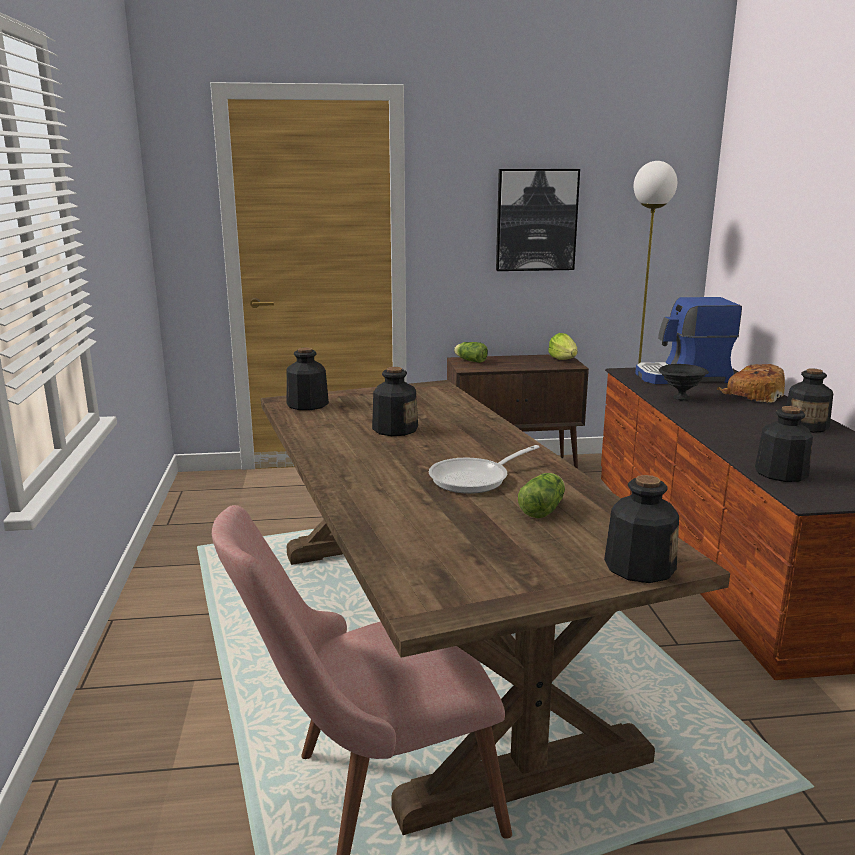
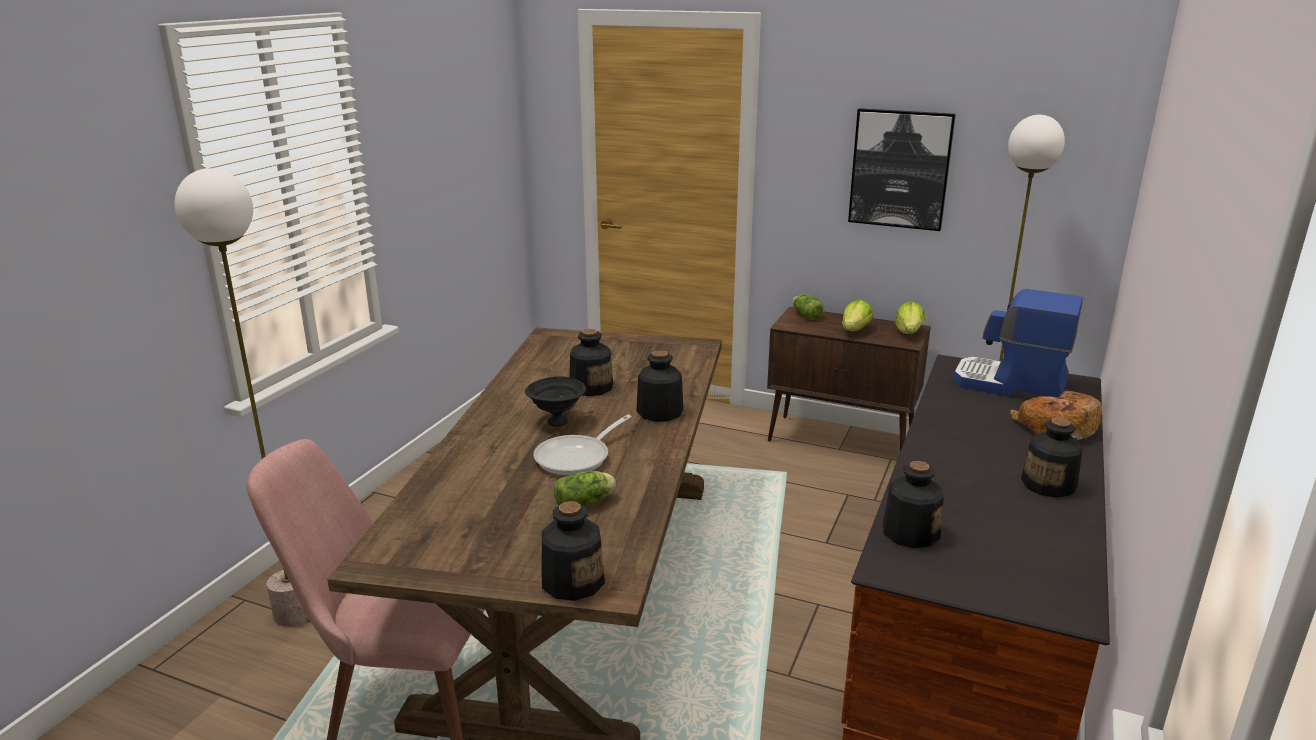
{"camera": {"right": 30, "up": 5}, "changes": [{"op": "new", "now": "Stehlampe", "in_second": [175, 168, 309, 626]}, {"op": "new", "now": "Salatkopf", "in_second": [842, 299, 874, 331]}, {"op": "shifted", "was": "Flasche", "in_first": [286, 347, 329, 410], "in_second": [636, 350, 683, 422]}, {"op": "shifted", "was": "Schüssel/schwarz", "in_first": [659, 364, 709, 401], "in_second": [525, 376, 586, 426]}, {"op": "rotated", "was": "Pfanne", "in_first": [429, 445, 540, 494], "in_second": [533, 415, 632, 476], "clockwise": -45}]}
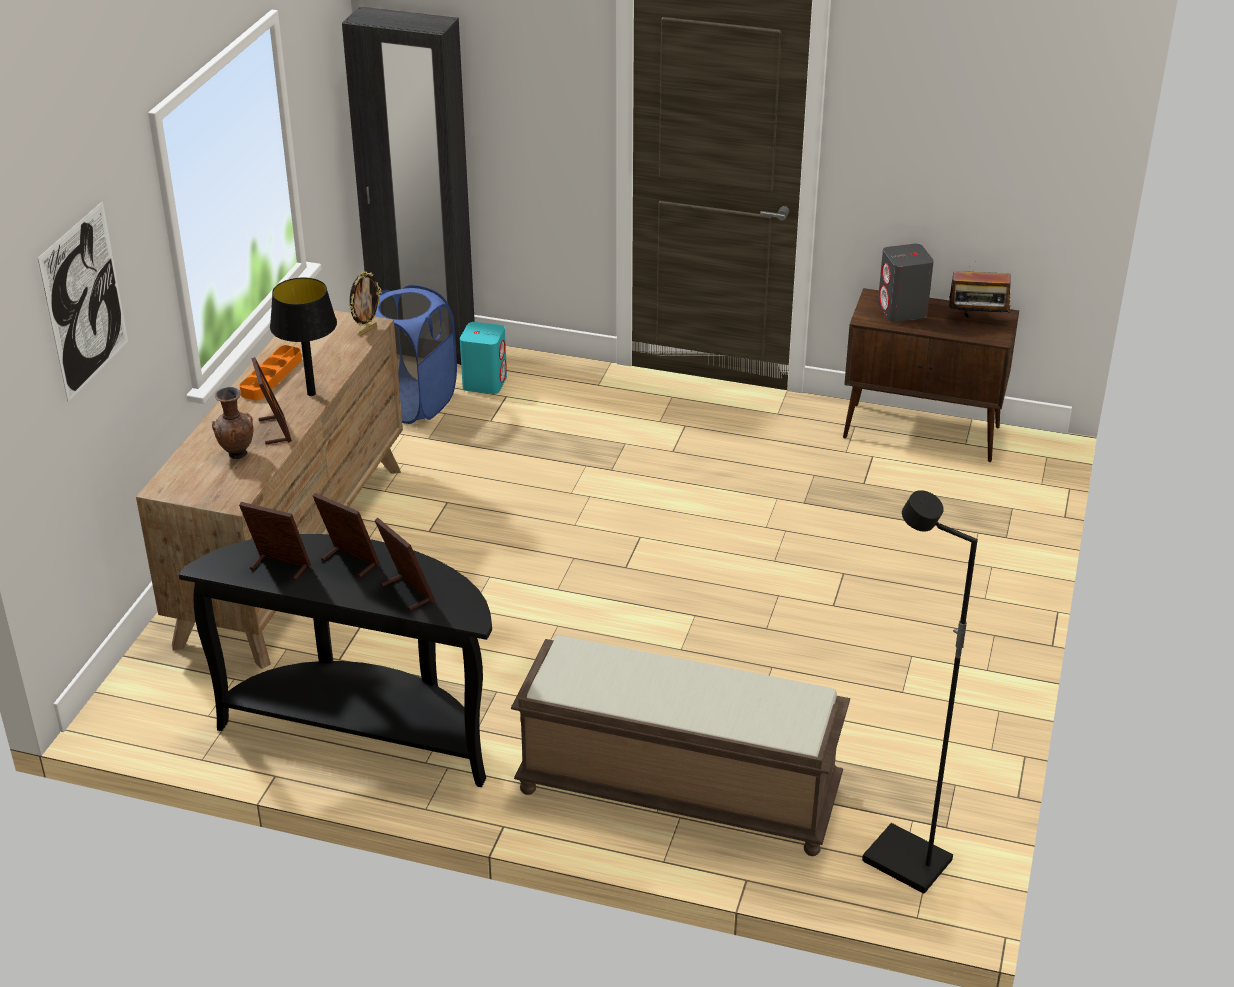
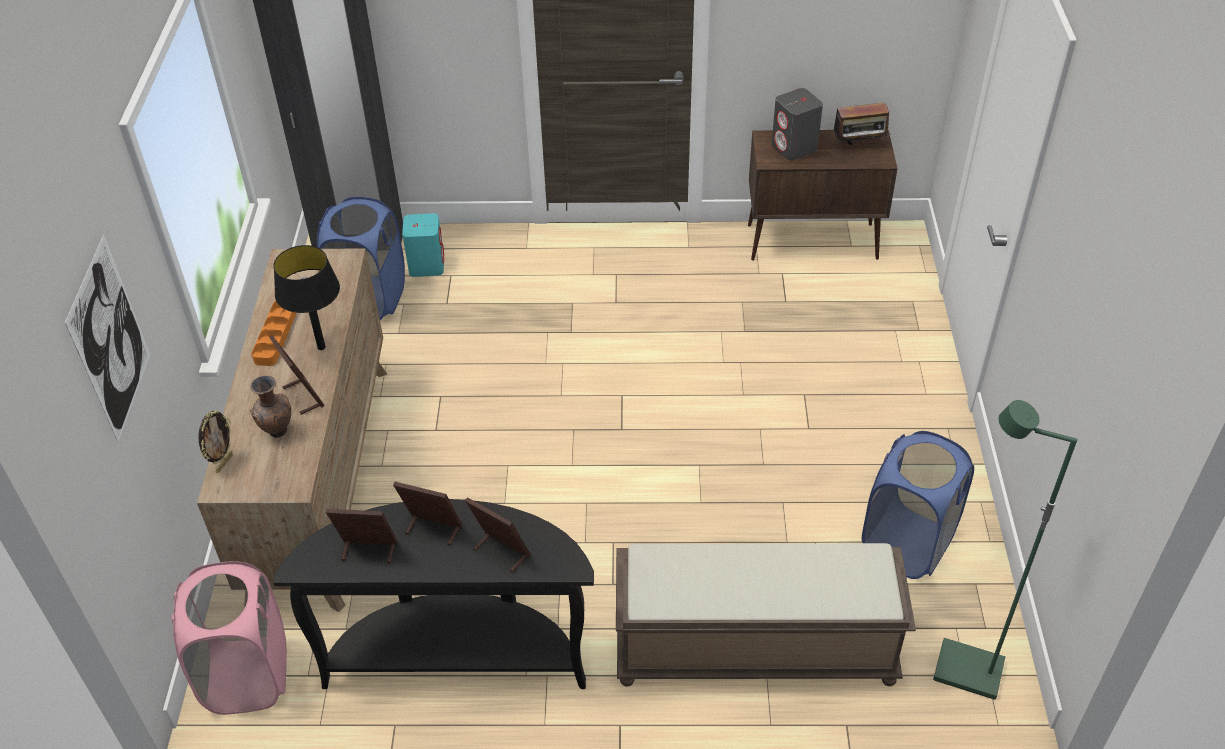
{"camera": {"right": -15, "up": 10}, "changes": [{"op": "new", "now": "Wäschekorb/rosa", "in_second": [171, 561, 287, 715]}, {"op": "new", "now": "Wäschekorb/blau", "in_second": [862, 431, 974, 579]}, {"op": "shifted", "was": "Bilderrahmen", "in_first": [349, 271, 382, 336], "in_second": [198, 410, 233, 473]}, {"op": "repainted", "was": "Stehlampe/schwarz", "now": "Stehlampe/grün", "in_first": [862, 490, 978, 893], "in_second": [933, 400, 1077, 700]}]}
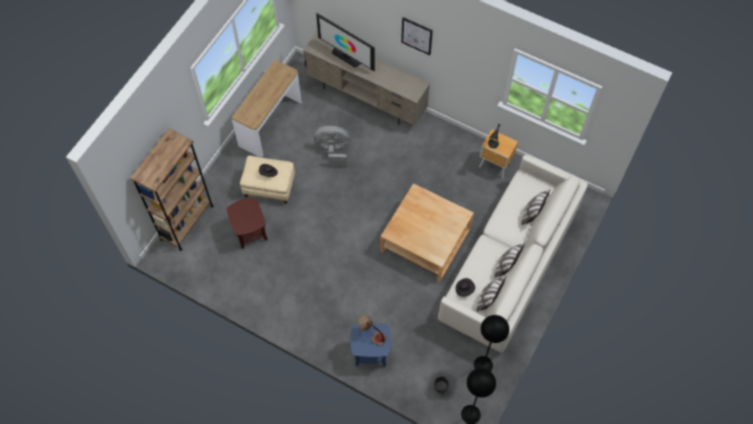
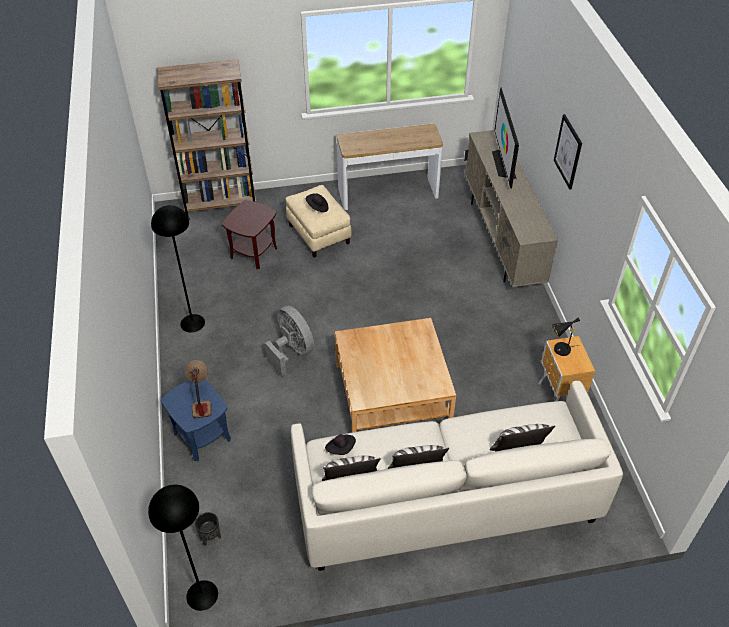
{"camera": {"right": 50, "up": -15}, "changes": [{"op": "shifted", "was": "Ventilator/grau", "in_first": [314, 126, 350, 167], "in_second": [265, 306, 314, 377]}, {"op": "shifted", "was": "Stehlampe/schwarz", "in_first": [474, 315, 509, 371], "in_second": [151, 205, 205, 333]}]}
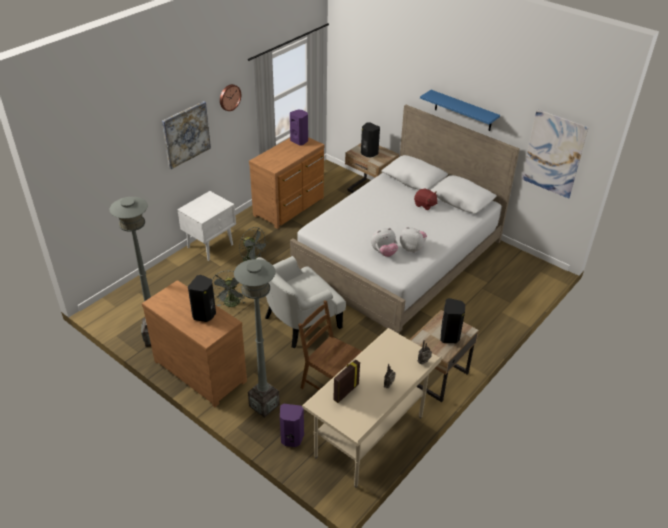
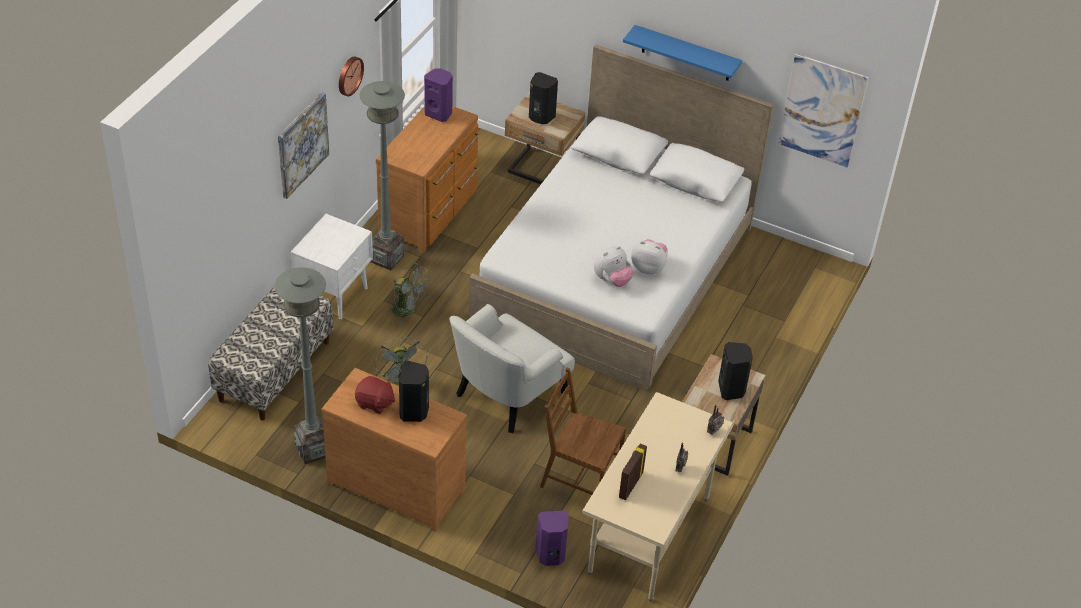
{"camera": {"right": -15, "up": 5}, "changes": [{"op": "new", "now": "Bank", "in_second": [208, 286, 333, 421]}, {"op": "shifted", "was": "Stehlampe/grau", "in_first": [234, 259, 280, 418], "in_second": [359, 81, 405, 271]}, {"op": "shifted", "was": "Plüschtier/rot", "in_first": [414, 188, 438, 210], "in_second": [355, 376, 395, 414]}]}
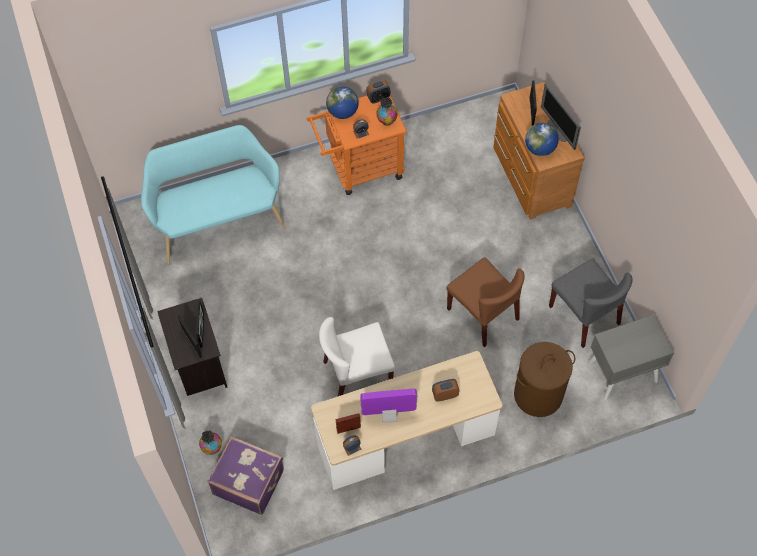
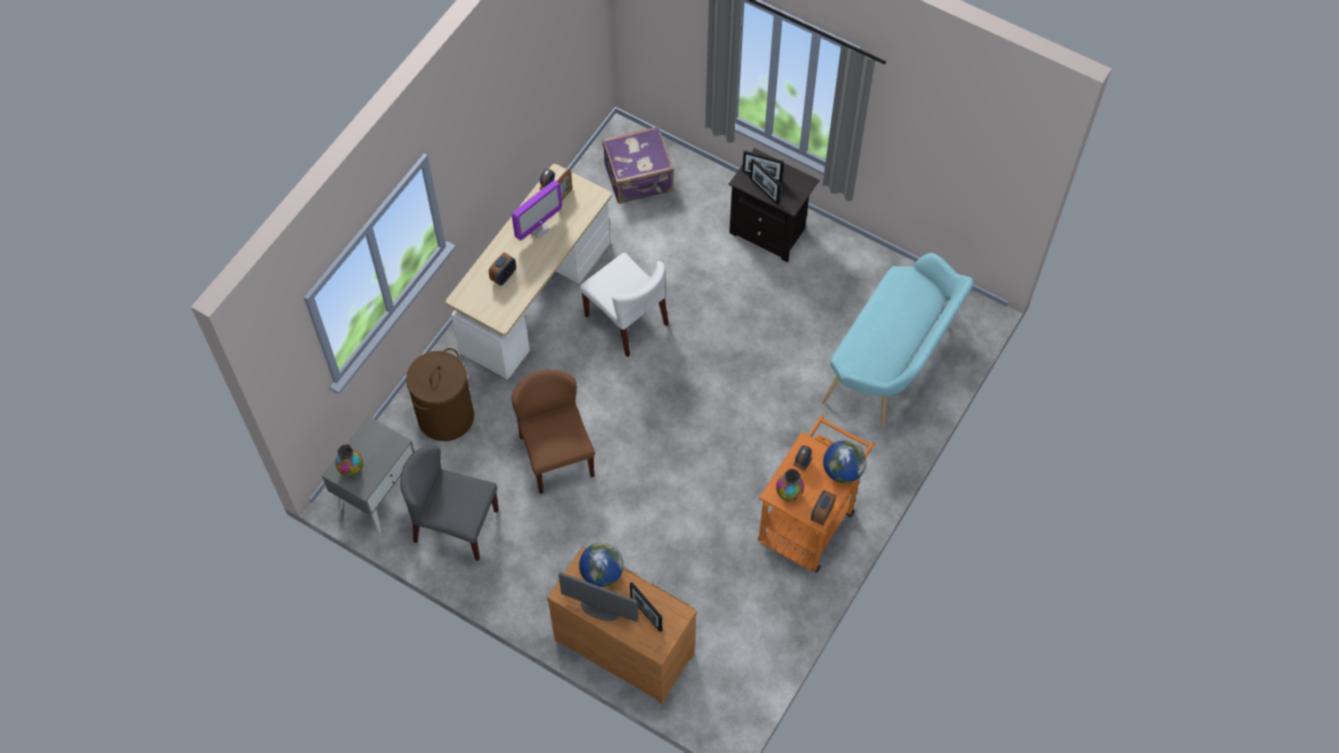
{"camera": {"right": 140, "up": 0}, "changes": [{"op": "shifted", "was": "Vase", "in_first": [199, 431, 222, 455], "in_second": [335, 444, 363, 477]}, {"op": "rotated", "was": "Stuhl/weiß", "in_first": [319, 317, 395, 396], "in_second": [580, 252, 669, 357], "clockwise": 105}, {"op": "rotated", "was": "Stuhl/braun", "in_first": [446, 257, 525, 347], "in_second": [511, 369, 595, 494], "clockwise": 60}]}
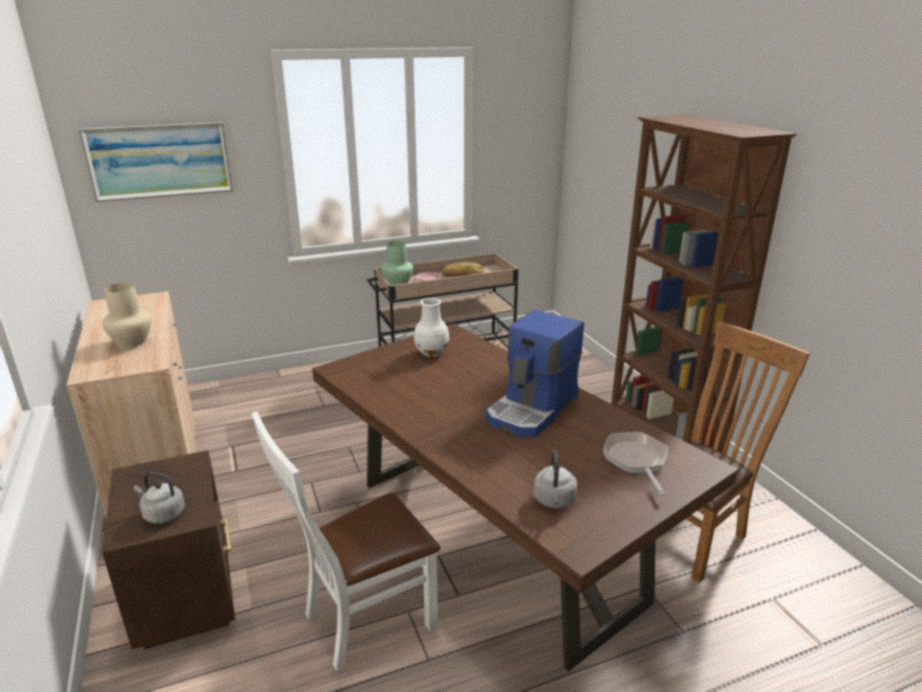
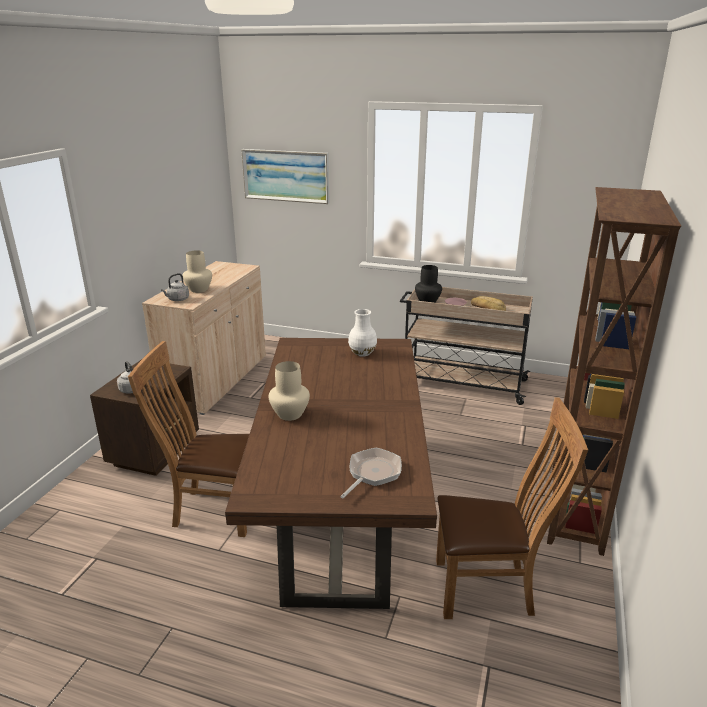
{"camera": {"right": 40, "up": 0}, "changes": [{"op": "gone", "was": "Kaffeemaschine", "in_first": [486, 310, 584, 437]}, {"op": "new", "now": "Vase/beige", "in_second": [269, 361, 310, 421]}, {"op": "shifted", "was": "Wasserkessel/grau", "in_first": [533, 450, 577, 508], "in_second": [161, 273, 189, 301]}, {"op": "repainted", "was": "Stuhl/weiß", "now": "Stuhl/braun", "in_first": [251, 411, 440, 672], "in_second": [128, 341, 249, 537]}, {"op": "repainted", "was": "Vase/grün", "now": "Vase/schwarz", "in_first": [381, 241, 413, 285], "in_second": [415, 265, 442, 303]}]}
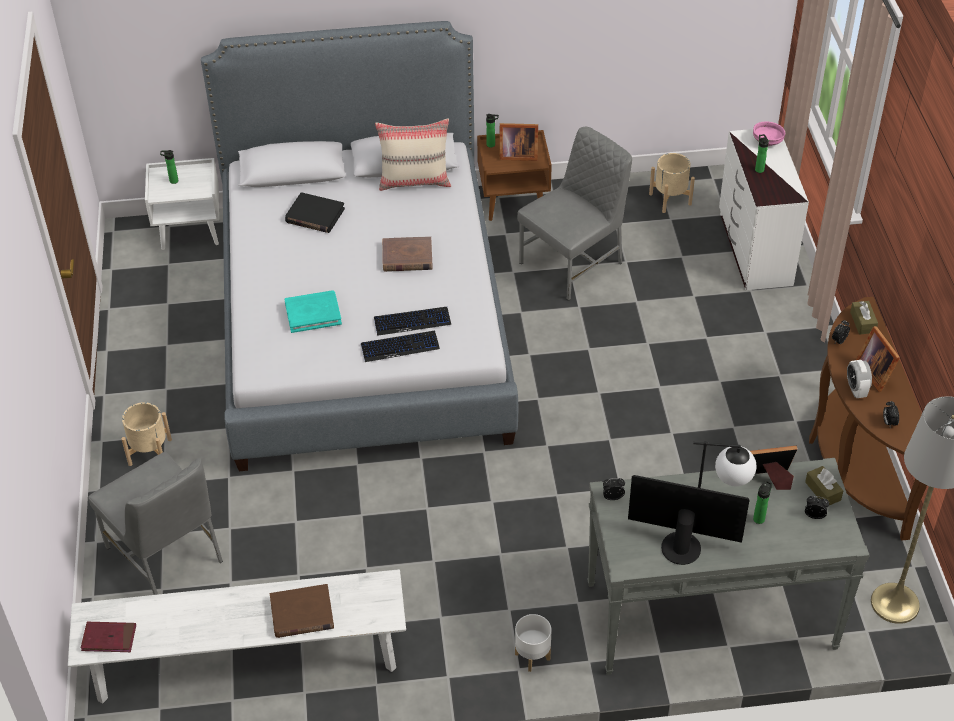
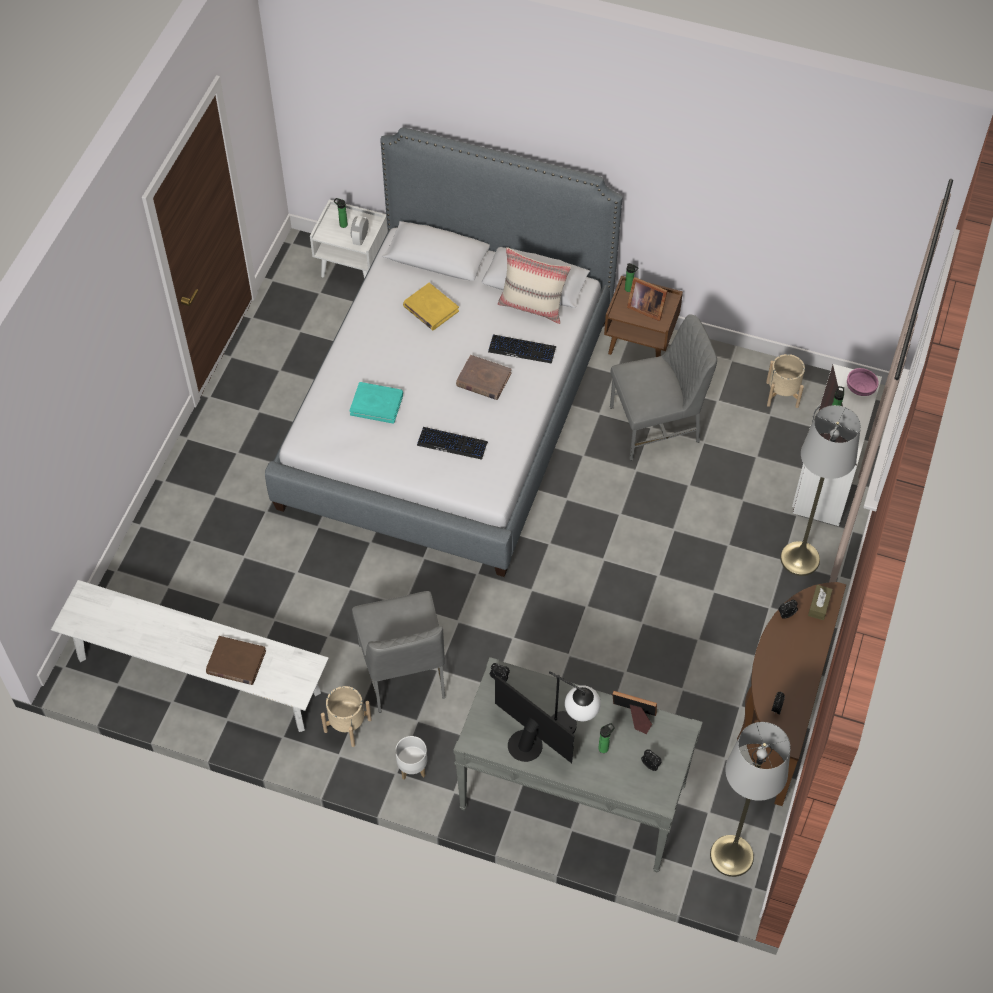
{"camera": {"right": 25, "up": 10}, "changes": [{"op": "gone", "was": "Buch/rot", "in_first": [81, 622, 136, 652]}, {"op": "gone", "was": "Taschentuchbox/braun", "in_first": [805, 466, 843, 505]}, {"op": "gone", "was": "Bilderrahmen", "in_first": [856, 326, 900, 392]}, {"op": "new", "now": "Stehlampe/grau", "in_second": [780, 405, 861, 576]}, {"op": "shifted", "was": "Stuhl/grau", "in_first": [88, 452, 223, 595], "in_second": [352, 591, 445, 713]}, {"op": "shifted", "was": "Pflanzkübel/beige", "in_first": [121, 402, 172, 466], "in_second": [321, 686, 372, 747]}, {"op": "shifted", "was": "Tastatur", "in_first": [361, 331, 440, 362], "in_second": [488, 335, 556, 364]}, {"op": "shifted", "was": "Wecker", "in_first": [847, 360, 872, 398], "in_second": [351, 216, 369, 246]}, {"op": "repainted", "was": "Buch/schwarz", "now": "Buch/gelb", "in_first": [285, 192, 345, 233], "in_second": [403, 283, 459, 330]}]}
